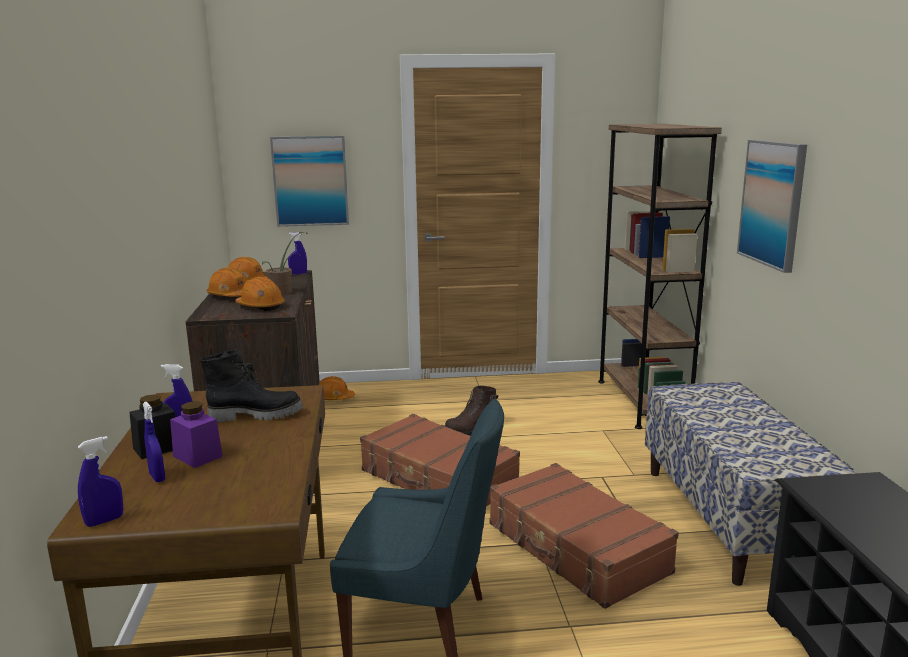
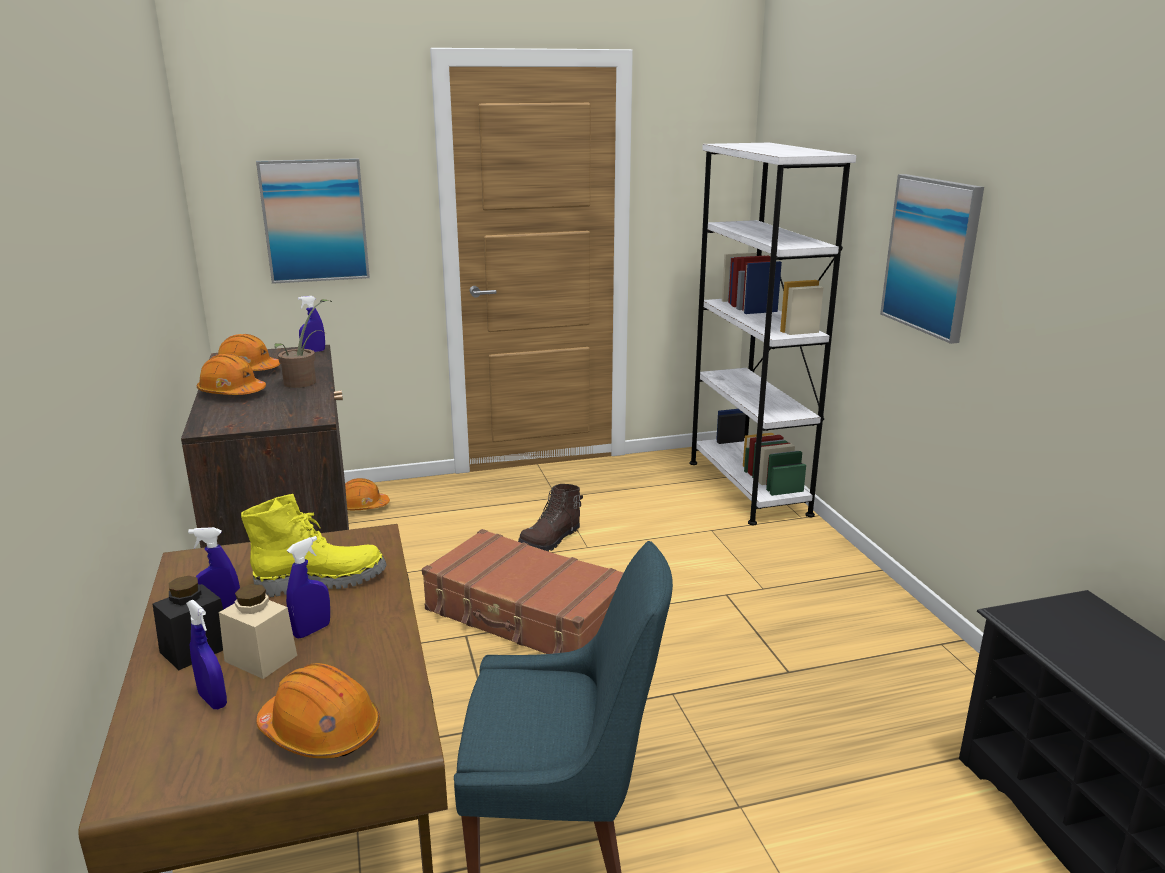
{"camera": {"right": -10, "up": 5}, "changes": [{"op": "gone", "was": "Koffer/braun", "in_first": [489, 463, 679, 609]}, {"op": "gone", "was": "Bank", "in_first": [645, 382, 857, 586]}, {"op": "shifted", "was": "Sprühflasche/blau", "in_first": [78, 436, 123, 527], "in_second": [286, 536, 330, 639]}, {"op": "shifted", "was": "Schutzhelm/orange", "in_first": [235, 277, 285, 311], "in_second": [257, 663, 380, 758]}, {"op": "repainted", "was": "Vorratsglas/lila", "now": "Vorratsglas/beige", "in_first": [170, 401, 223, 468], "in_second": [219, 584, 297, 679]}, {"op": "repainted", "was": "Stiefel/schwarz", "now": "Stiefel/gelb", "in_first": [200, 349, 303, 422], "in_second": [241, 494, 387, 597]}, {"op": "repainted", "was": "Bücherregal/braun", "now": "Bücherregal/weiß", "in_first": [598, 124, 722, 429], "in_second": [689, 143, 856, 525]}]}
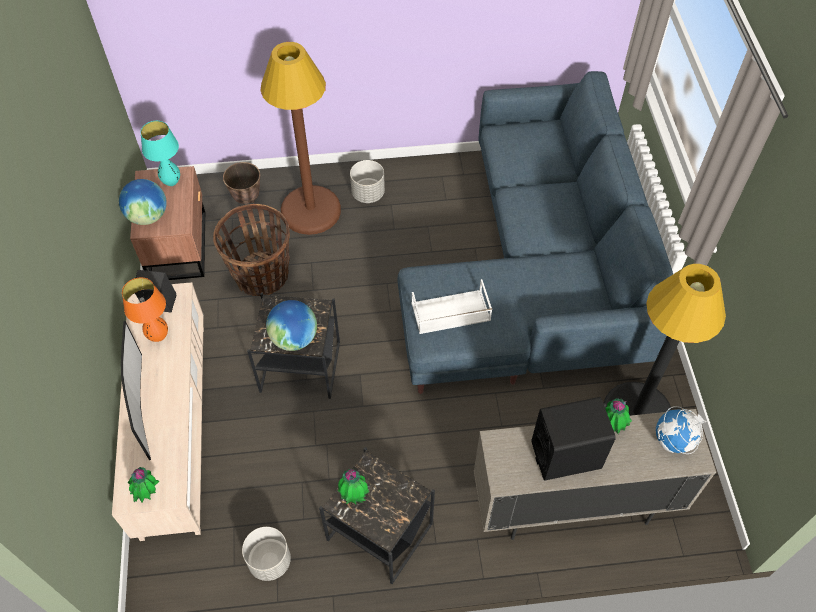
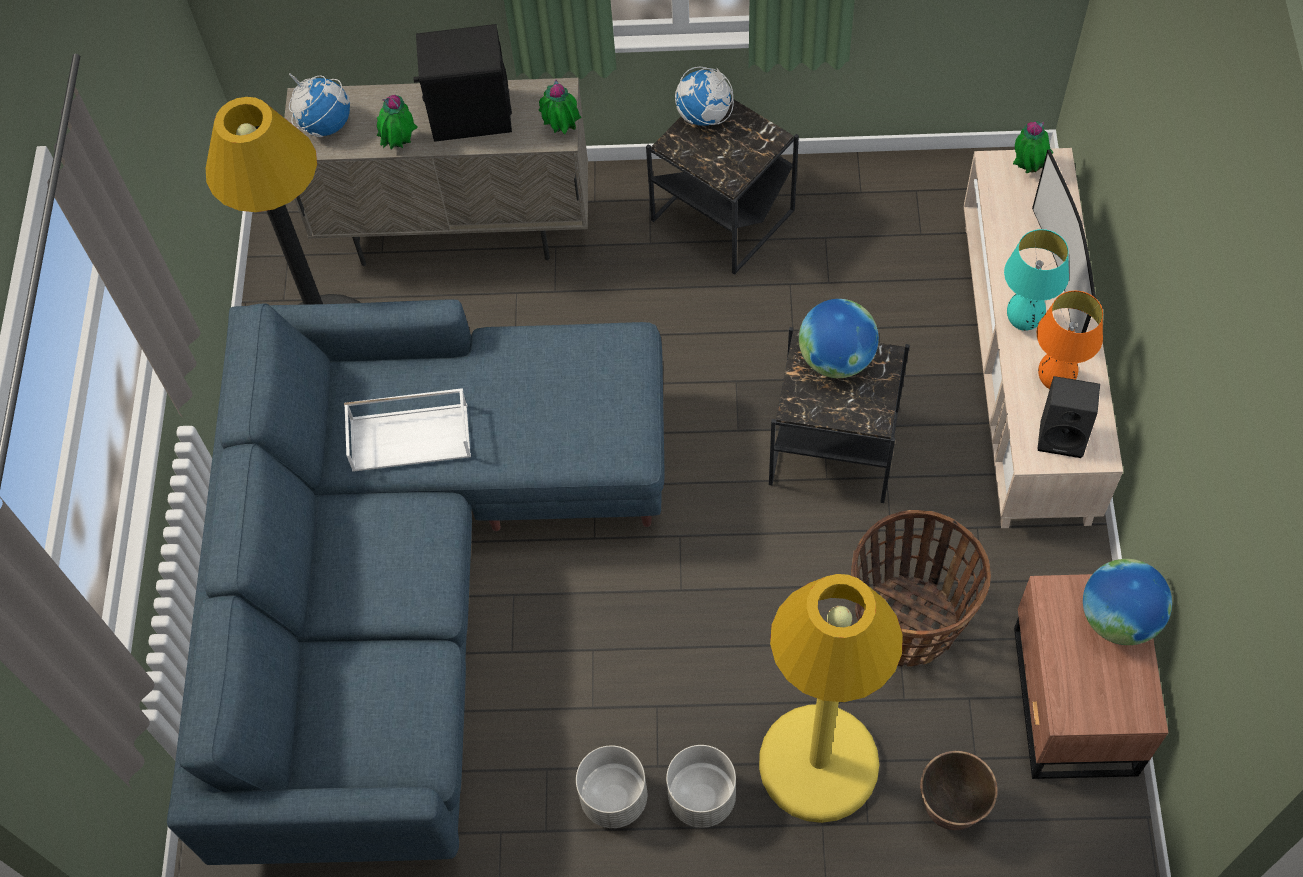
{"camera": {"right": -170, "up": 5}, "changes": [{"op": "new", "now": "Globus", "in_second": [675, 67, 734, 125]}, {"op": "shifted", "was": "Tischlampe/türkis", "in_first": [140, 121, 180, 186], "in_second": [1004, 229, 1069, 331]}, {"op": "shifted", "was": "Pflanzkübel/grau", "in_first": [242, 527, 291, 581], "in_second": [576, 745, 647, 828]}, {"op": "shifted", "was": "Topfpflanze", "in_first": [338, 469, 370, 504], "in_second": [538, 79, 582, 134]}, {"op": "shifted", "was": "Tablett/weiß", "in_first": [411, 279, 492, 334], "in_second": [344, 388, 471, 472]}, {"op": "repainted", "was": "Stehlampe/braun", "now": "Stehlampe/gelb", "in_first": [260, 42, 341, 235], "in_second": [759, 574, 903, 823]}]}
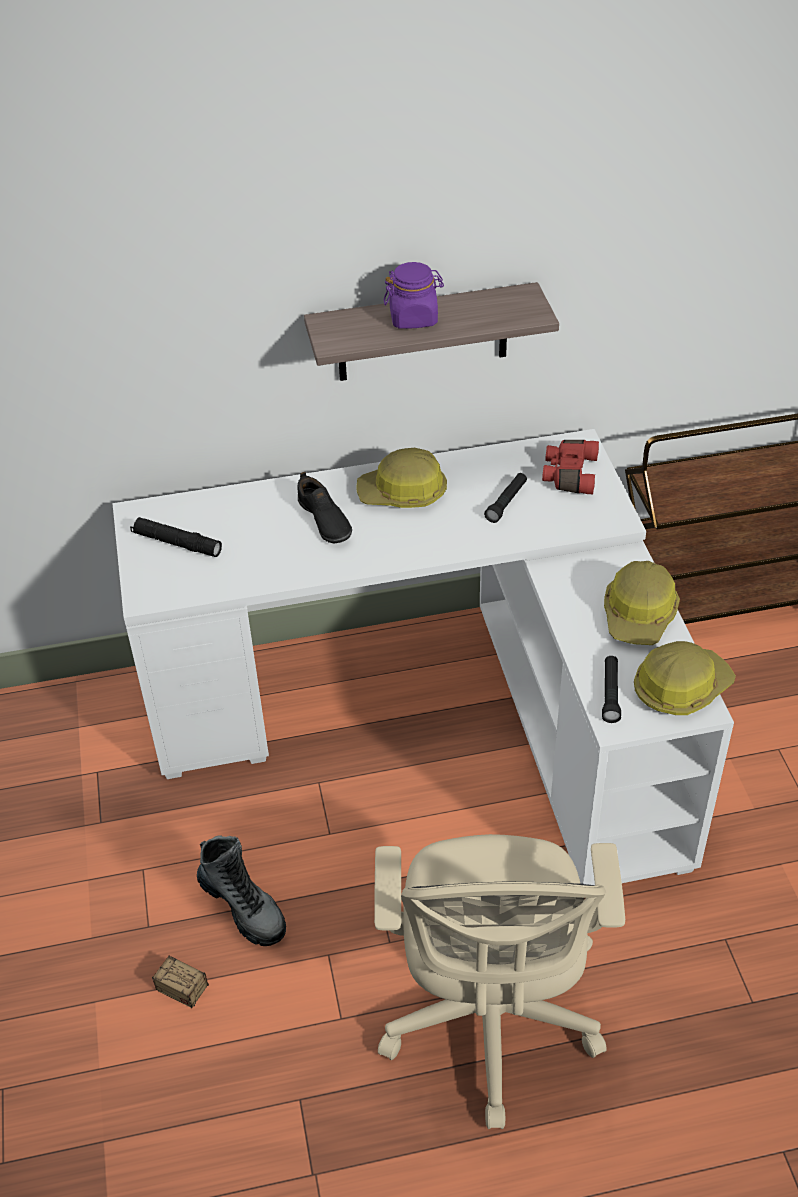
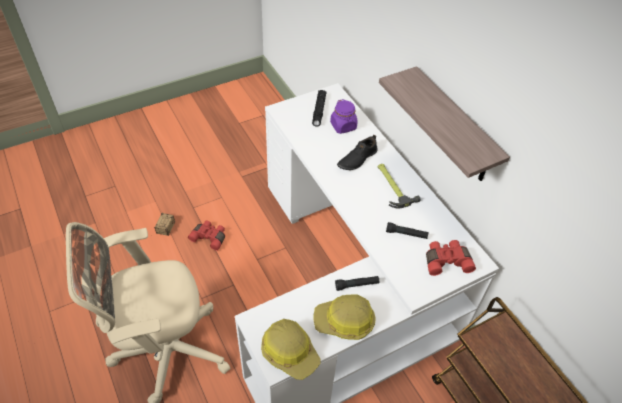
{"camera": {"right": 70, "up": 5}, "changes": [{"op": "shifted", "was": "Vorratsglas/lila", "in_first": [384, 262, 444, 329], "in_second": [330, 99, 358, 134]}, {"op": "shifted", "was": "Taschenlampe/schwarz", "in_first": [602, 656, 621, 723], "in_second": [335, 276, 379, 291]}, {"op": "swapped", "was": "Stiefel", "now": "Fernglas/rot", "in_first": [197, 836, 286, 946], "in_second": [188, 220, 225, 251]}, {"op": "swapped", "was": "Schutzhelm", "now": "Hammer", "in_first": [356, 448, 447, 508], "in_second": [378, 164, 421, 209]}]}
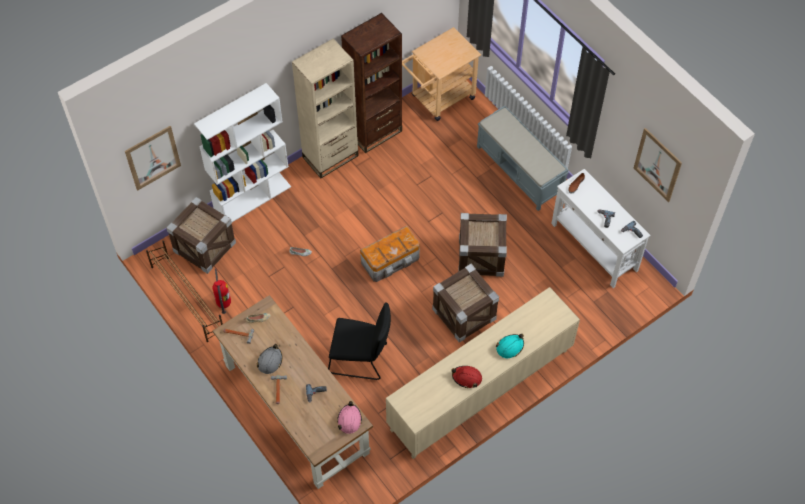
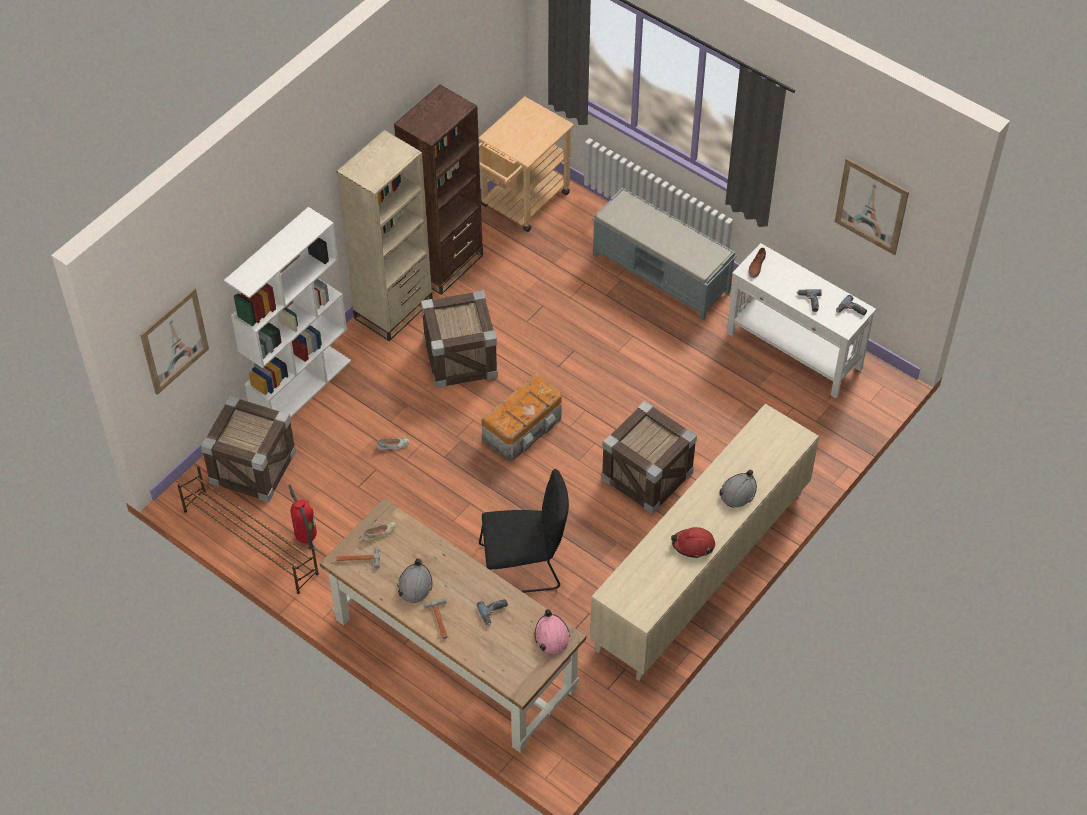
{"camera": {"right": -15, "up": -5}, "changes": [{"op": "shifted", "was": "Kiste", "in_first": [458, 213, 507, 277], "in_second": [421, 290, 498, 389]}, {"op": "repainted", "was": "Schutzhelm/türkis", "now": "Schutzhelm/grau", "in_first": [496, 334, 524, 358], "in_second": [719, 470, 757, 508]}]}
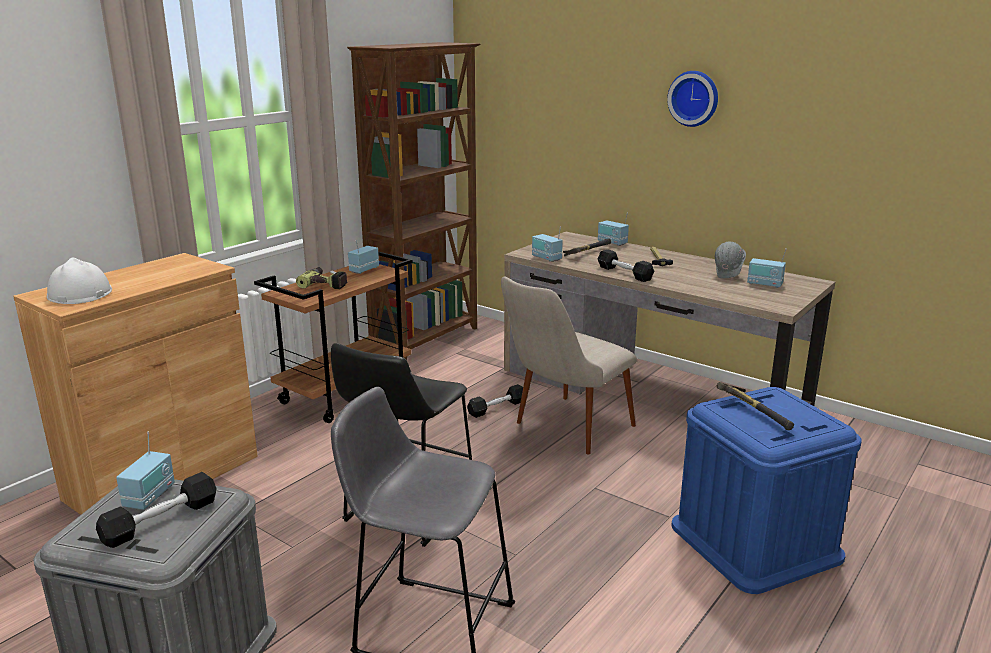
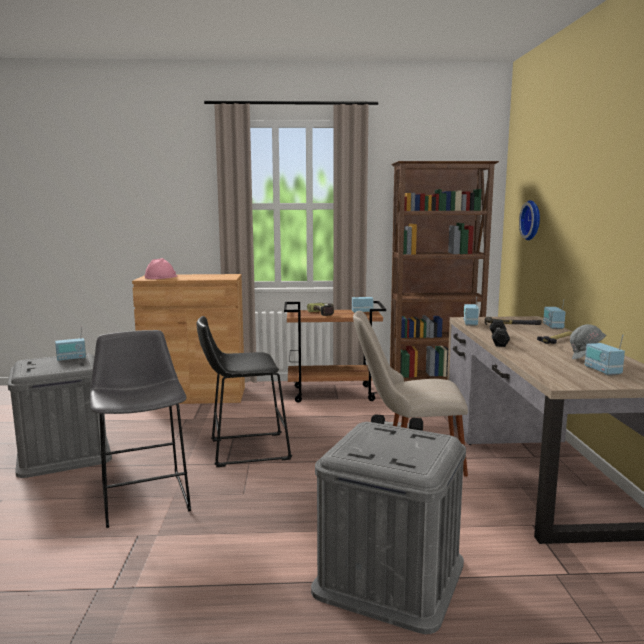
{"camera": {"right": 50, "up": -10}, "changes": [{"op": "gone", "was": "Hantel/schwarz", "in_first": [96, 472, 216, 548]}, {"op": "gone", "was": "Hammer", "in_first": [716, 382, 794, 430]}, {"op": "shifted", "was": "Wanduhr", "in_first": [667, 71, 718, 127], "in_second": [519, 200, 540, 240]}, {"op": "repainted", "was": "Schutzhelm/weiß", "now": "Schutzhelm/rosa", "in_first": [47, 257, 112, 304], "in_second": [145, 258, 177, 279]}, {"op": "repainted", "was": "Aufbewahrungsbox/blau", "now": "Aufbewahrungsbox/grau", "in_first": [671, 387, 862, 594], "in_second": [311, 422, 466, 634]}]}
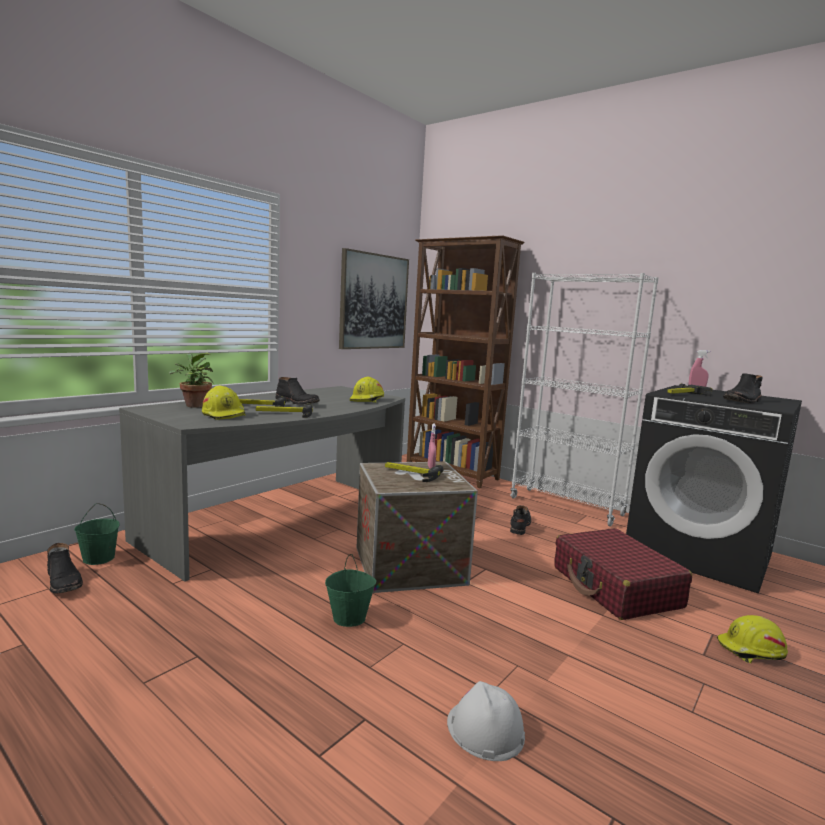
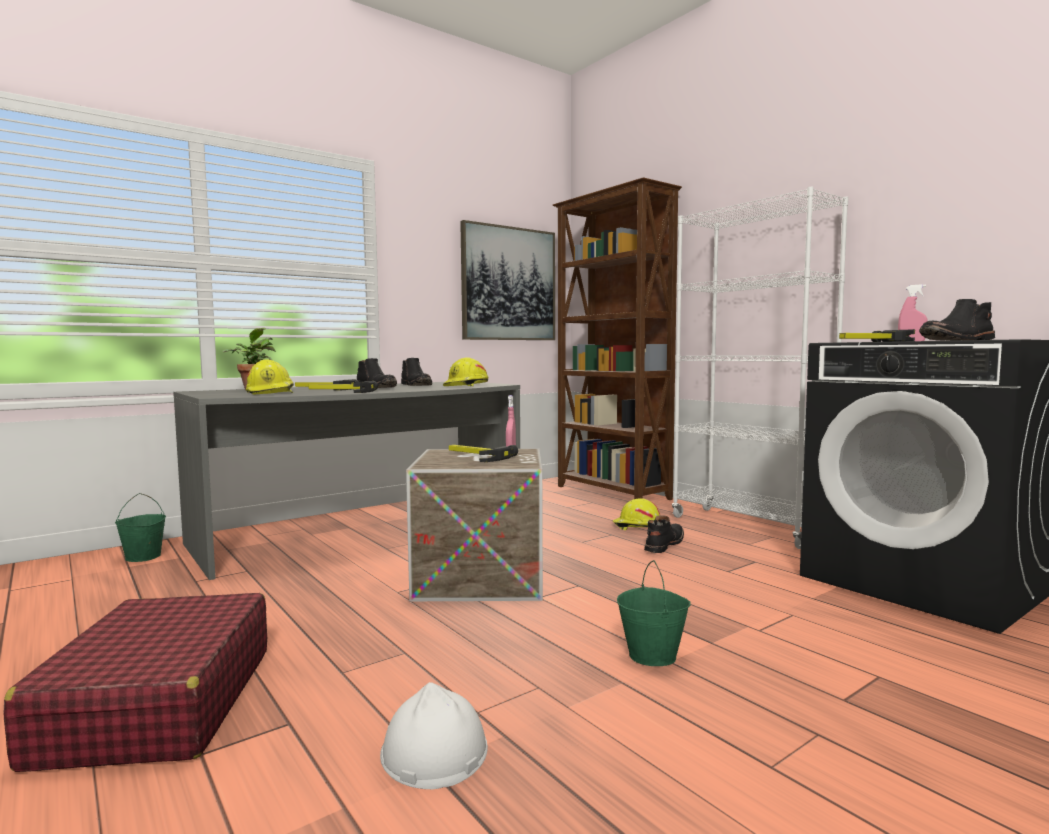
{"camera": {"right": 15, "up": -5}, "changes": [{"op": "shifted", "was": "Stiefel/schwarz", "in_first": [47, 543, 83, 594], "in_second": [401, 358, 432, 386]}, {"op": "shifted", "was": "Eimer/grün", "in_first": [325, 554, 376, 627], "in_second": [617, 560, 691, 666]}, {"op": "shifted", "was": "Koffer/rot", "in_first": [554, 528, 692, 620], "in_second": [3, 593, 267, 772]}, {"op": "shifted", "was": "Schutzhelm/gelb", "in_first": [717, 615, 788, 663], "in_second": [613, 498, 660, 530]}]}
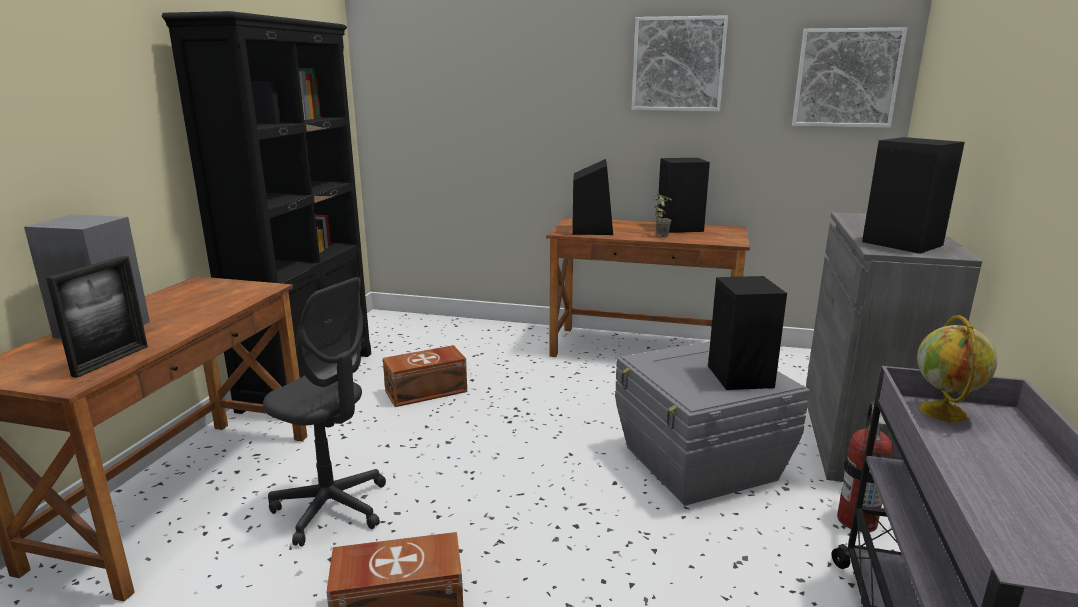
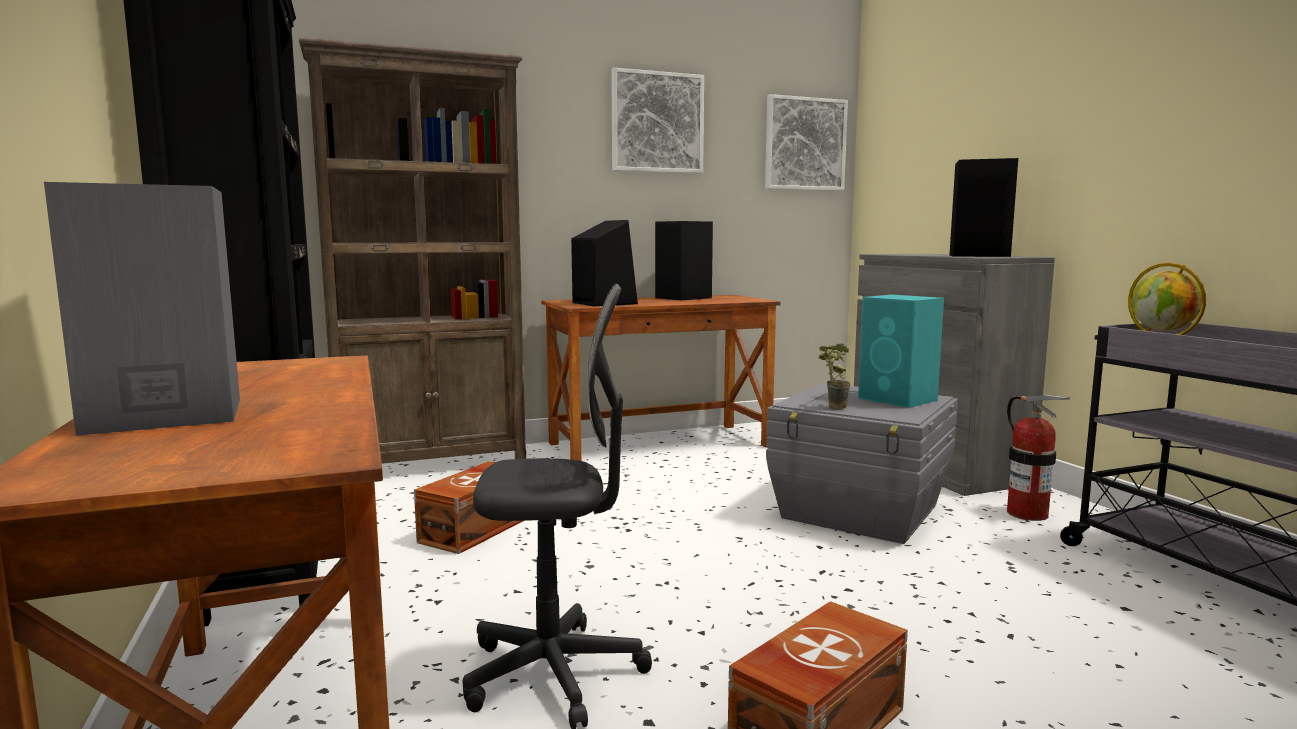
{"camera": {"right": -35, "up": -10}, "changes": [{"op": "gone", "was": "Bilderrahmen", "in_first": [46, 256, 148, 378]}, {"op": "new", "now": "Bücherregal/braun", "in_second": [299, 38, 526, 464]}, {"op": "shifted", "was": "Topfpflanze", "in_first": [654, 194, 671, 237], "in_second": [819, 343, 851, 409]}, {"op": "repainted", "was": "Lautsprecher/schwarz", "now": "Lautsprecher/türkis", "in_first": [708, 276, 787, 390], "in_second": [858, 295, 944, 408]}]}
